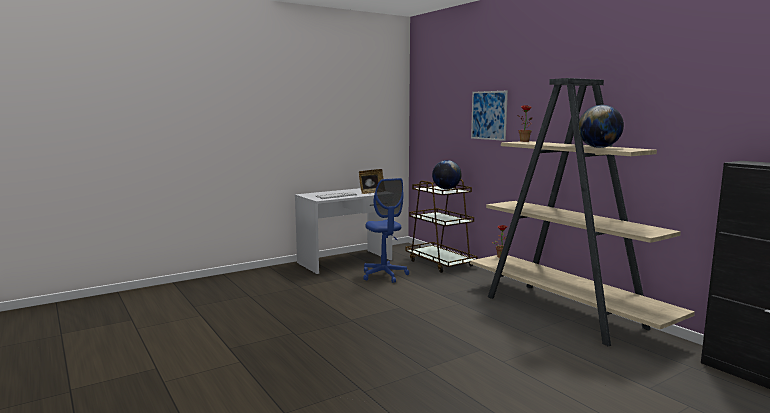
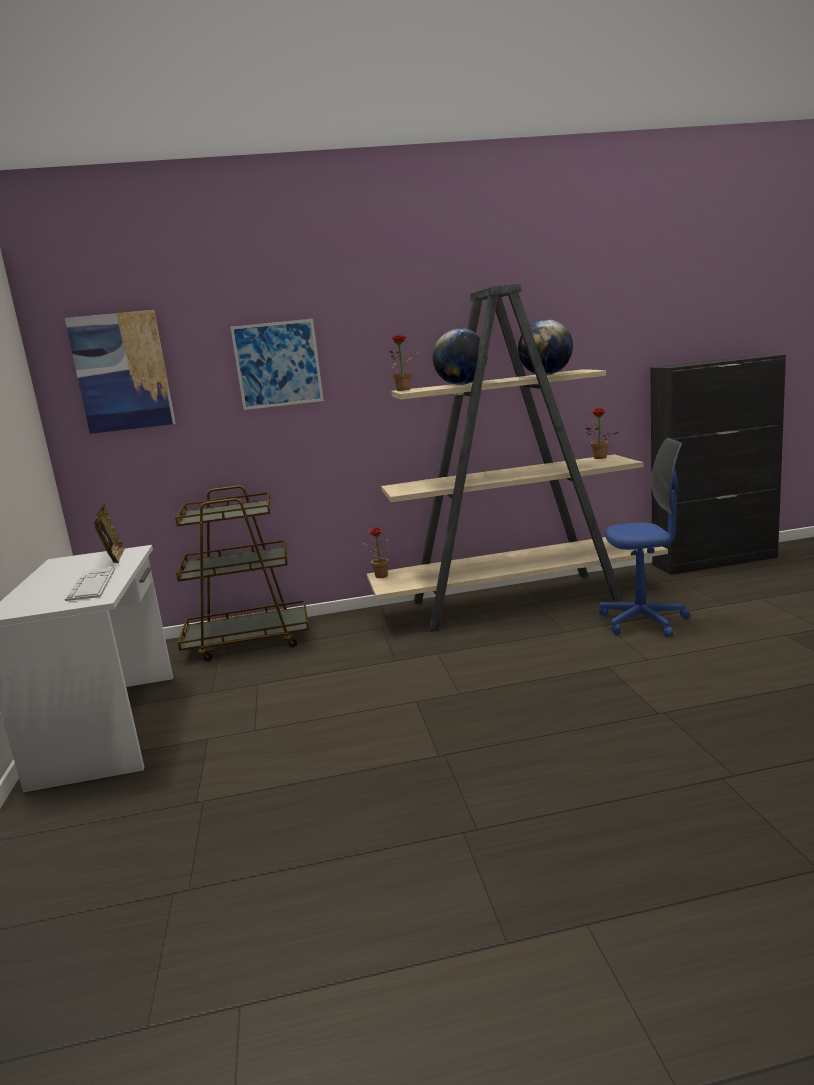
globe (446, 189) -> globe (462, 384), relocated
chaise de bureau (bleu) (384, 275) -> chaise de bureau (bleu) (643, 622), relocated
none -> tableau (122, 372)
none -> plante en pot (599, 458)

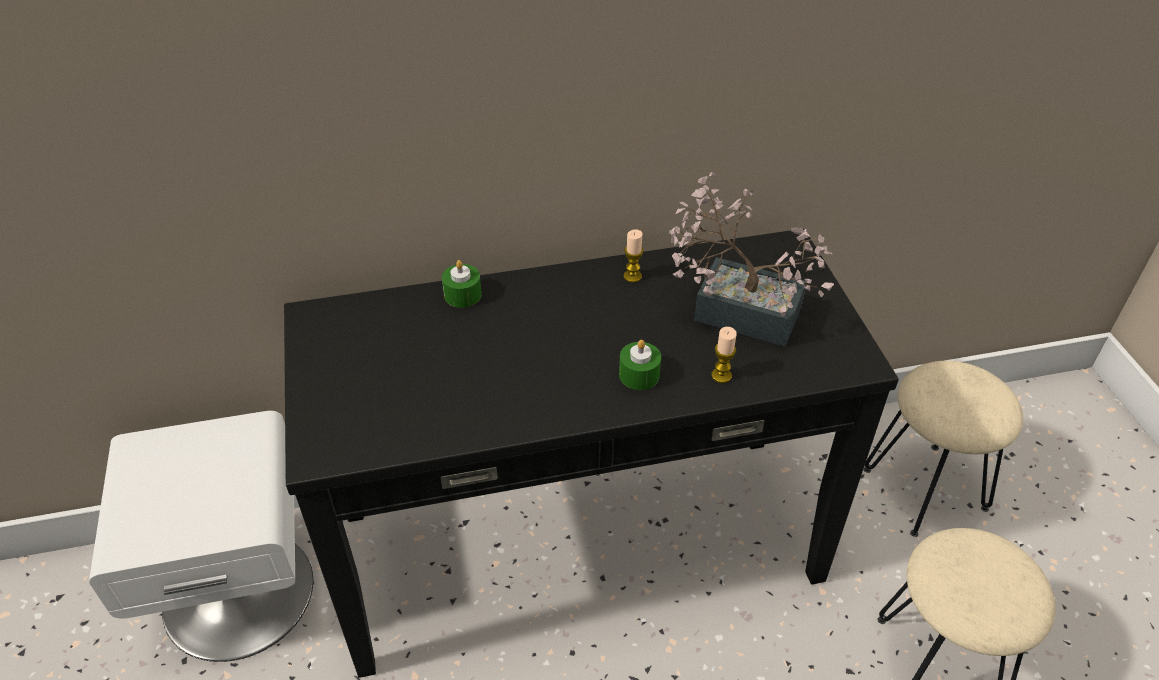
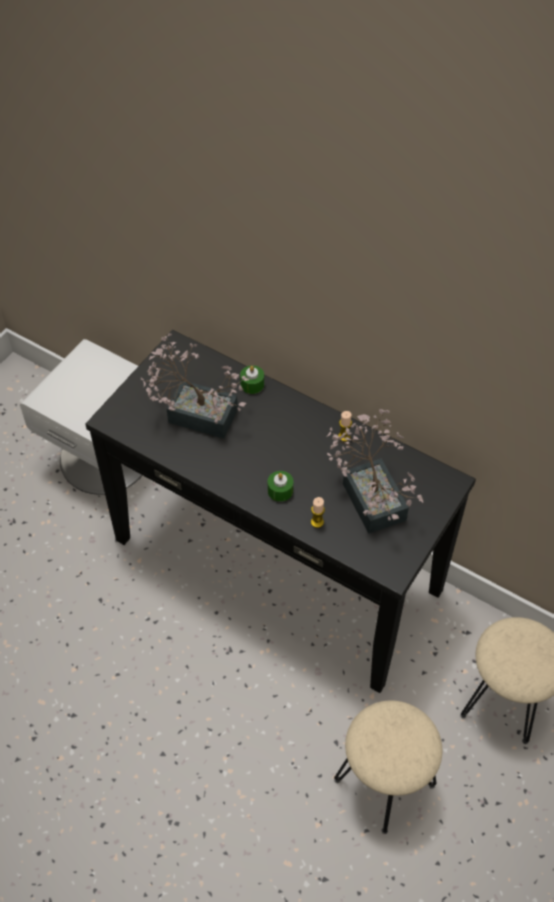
none -> plante en pot (195, 413)

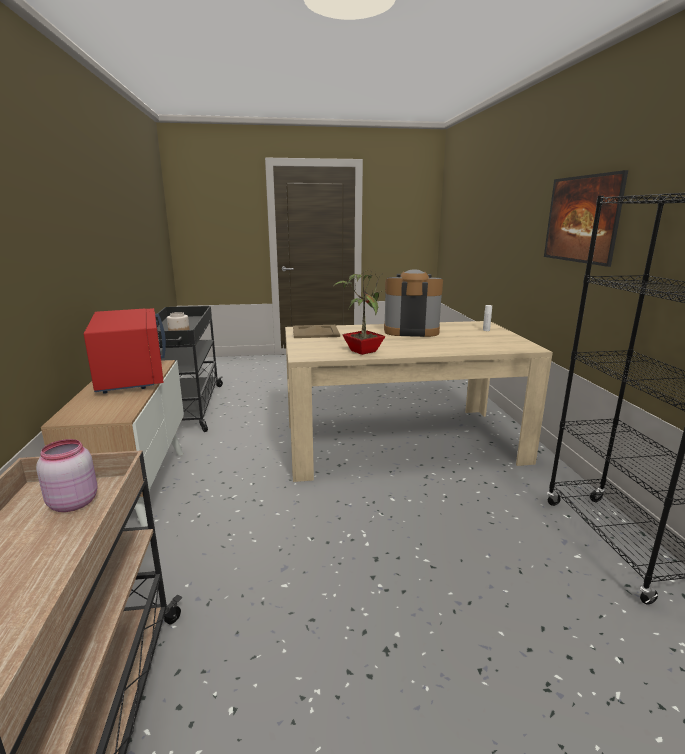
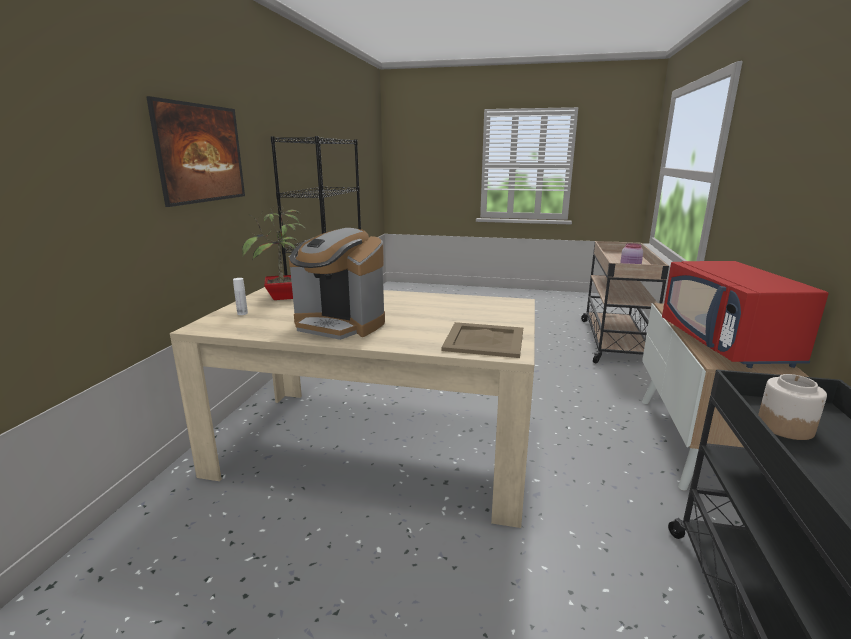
plante en pot (362, 351) -> plante en pot (283, 297), relocated

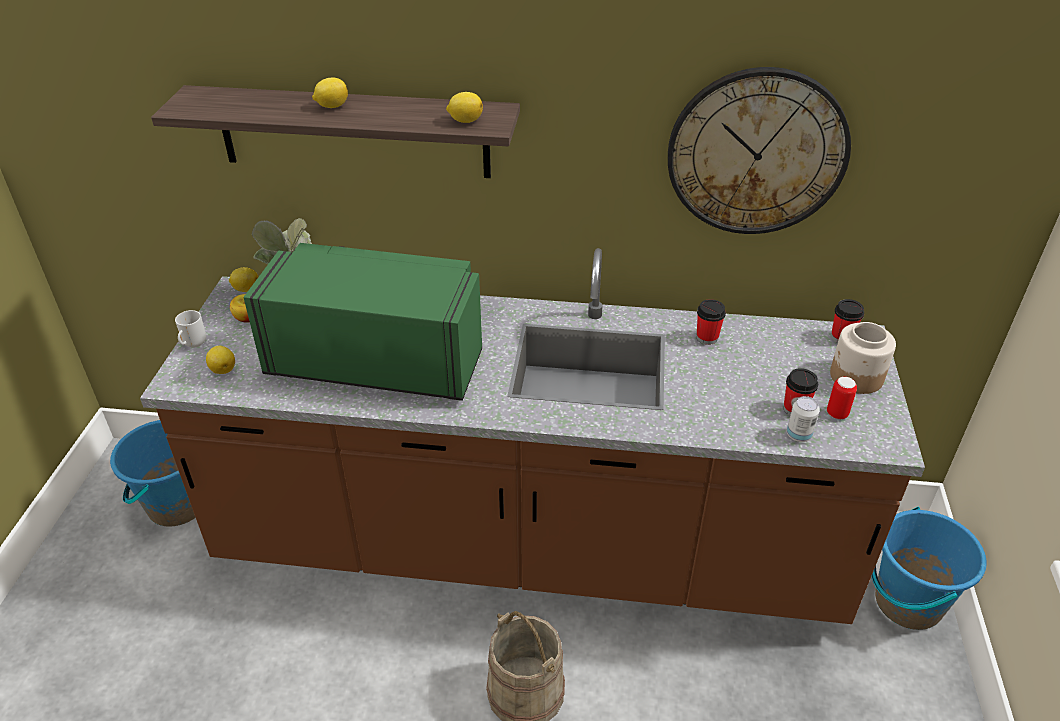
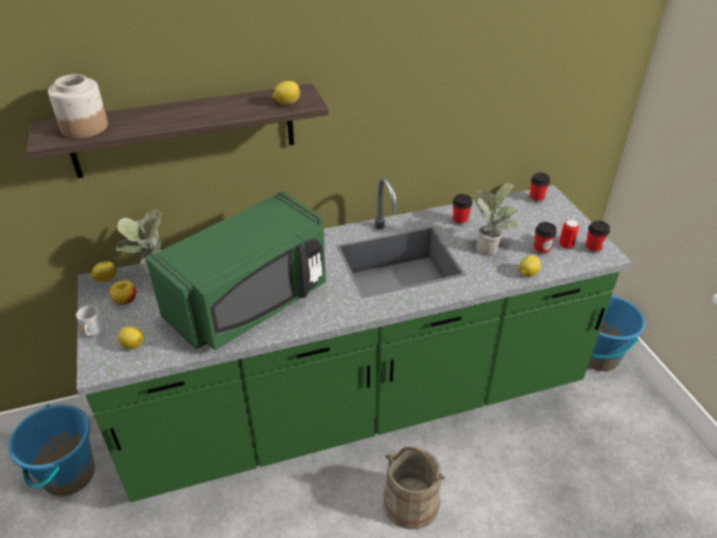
horloge murale (756, 153) -> none
citron (332, 106) -> citron (528, 273), relocated
micro-ondes (vert) (377, 361) -> micro-ondes (vert) (251, 301), 150 degrees clockwise
comptoir de cuisine (marron) (530, 547) -> comptoir de cuisine (vert) (358, 406)
bocal (856, 377) -> bocal (84, 128), relocated
boîte métallique (798, 435) -> none
none -> plante en pot (491, 246)
none -> tasse (593, 248)

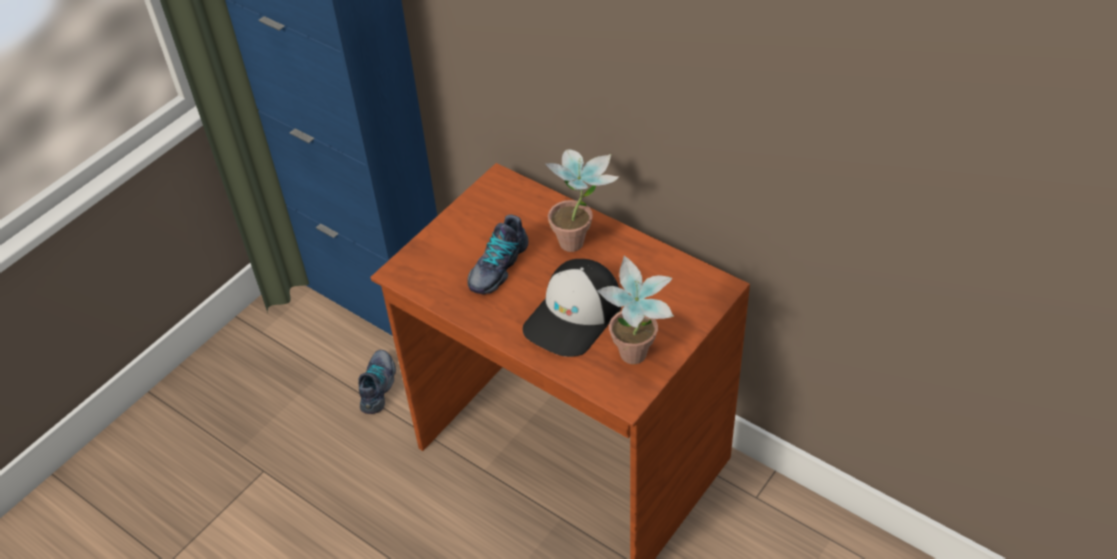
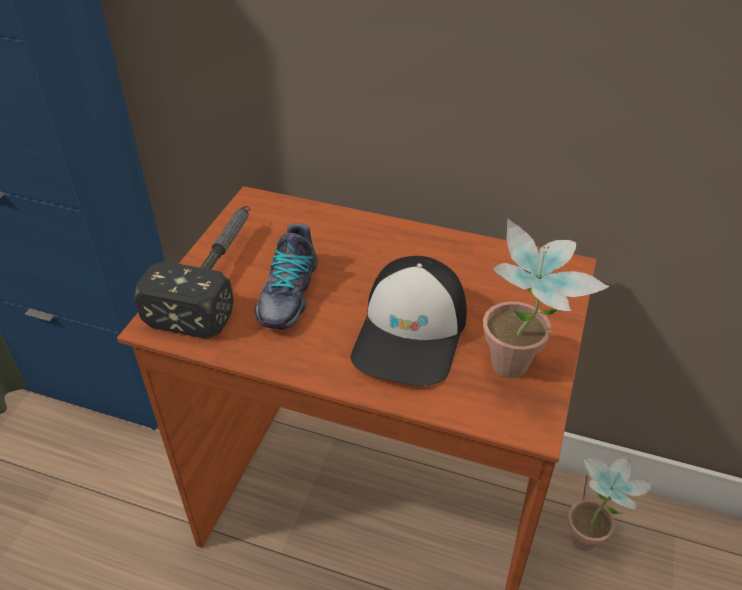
plante en pot (581, 242) -> plante en pot (592, 537), relocated
chaussure (378, 386) -> none
none -> marteau (217, 274)

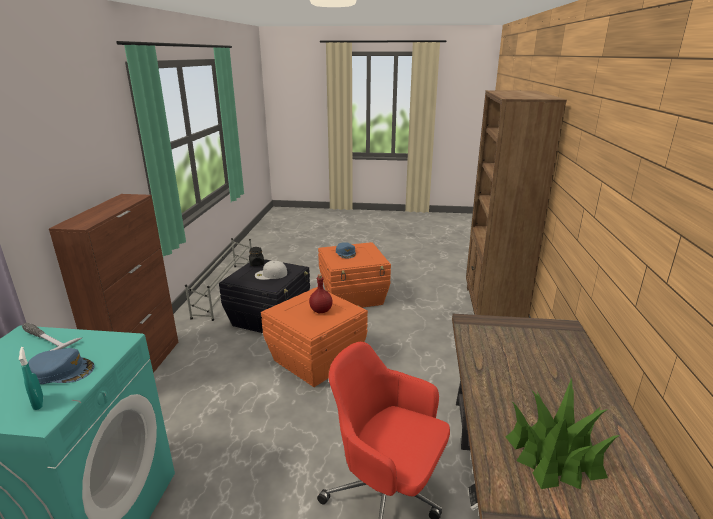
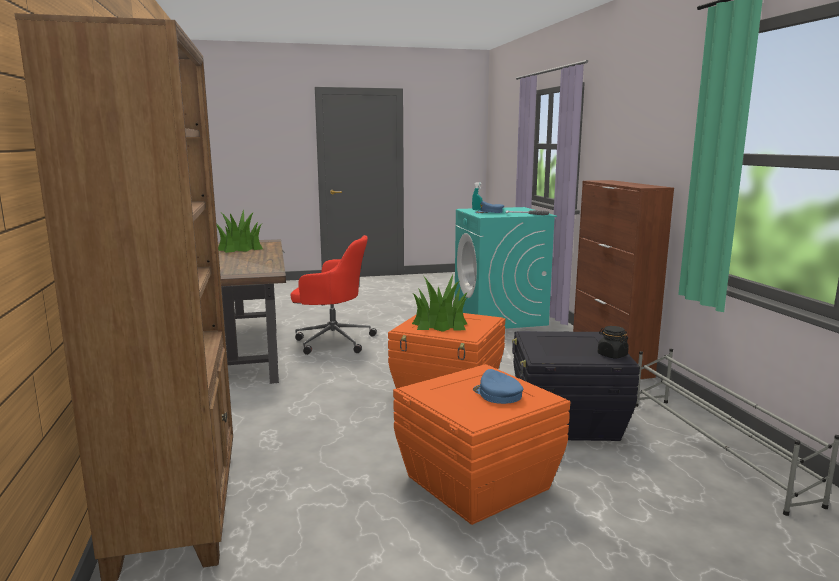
casquette (blanc) (270, 274) -> none
bouteille (rouge) (321, 310) -> plante en pot (440, 323)

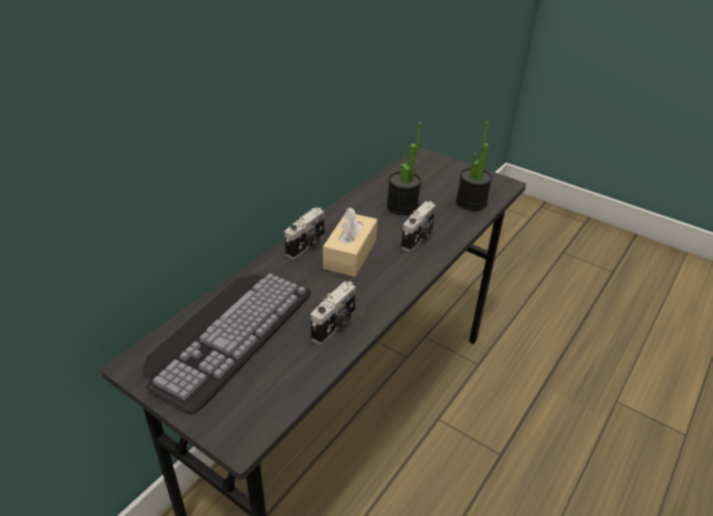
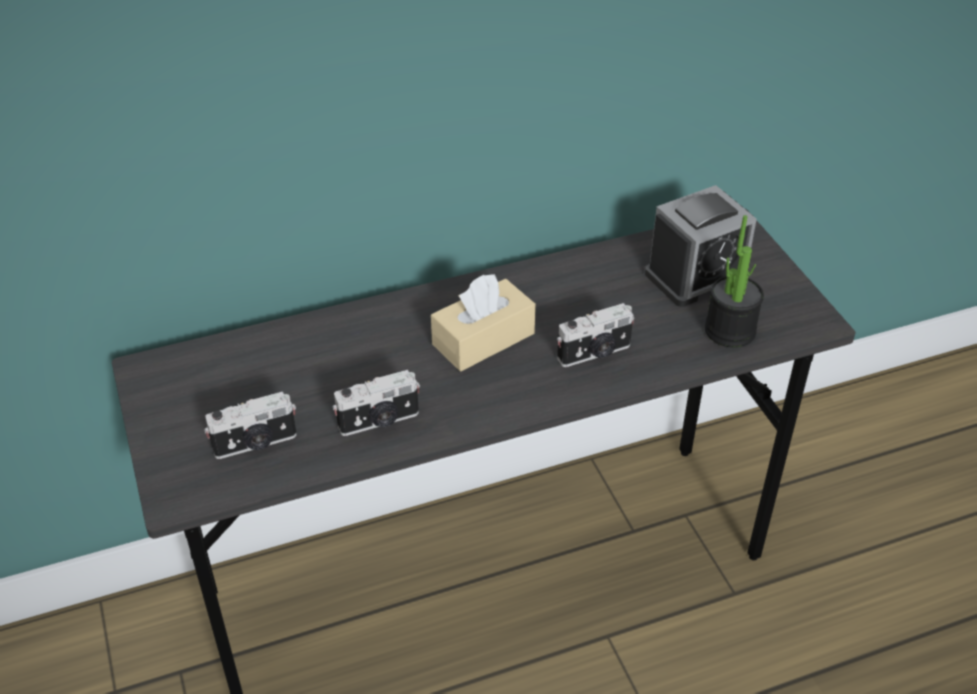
plante en pot (402, 206) -> none
appareil photo (307, 245) -> appareil photo (256, 444), relocated
clavier (226, 331) -> none
none -> réveil (696, 276)

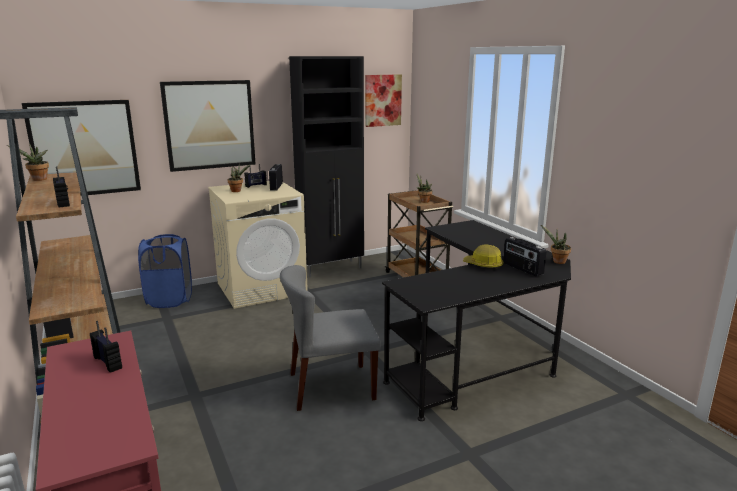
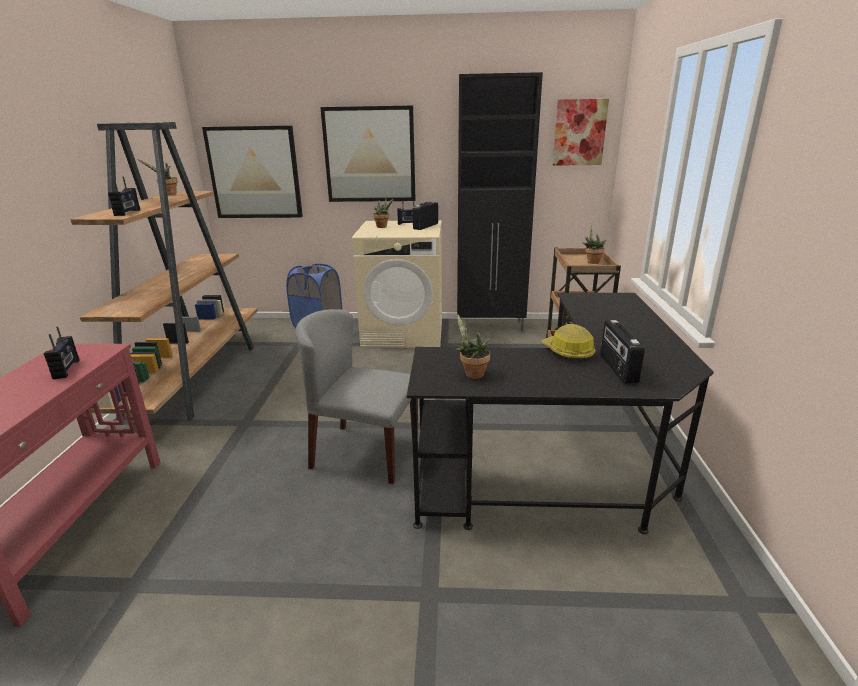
plante en pot (557, 262) -> plante en pot (472, 374), relocated

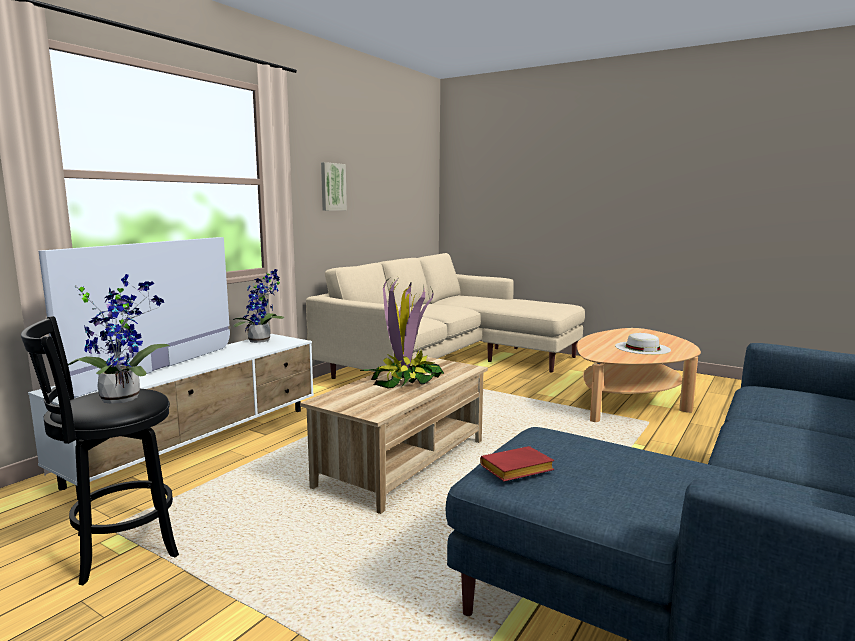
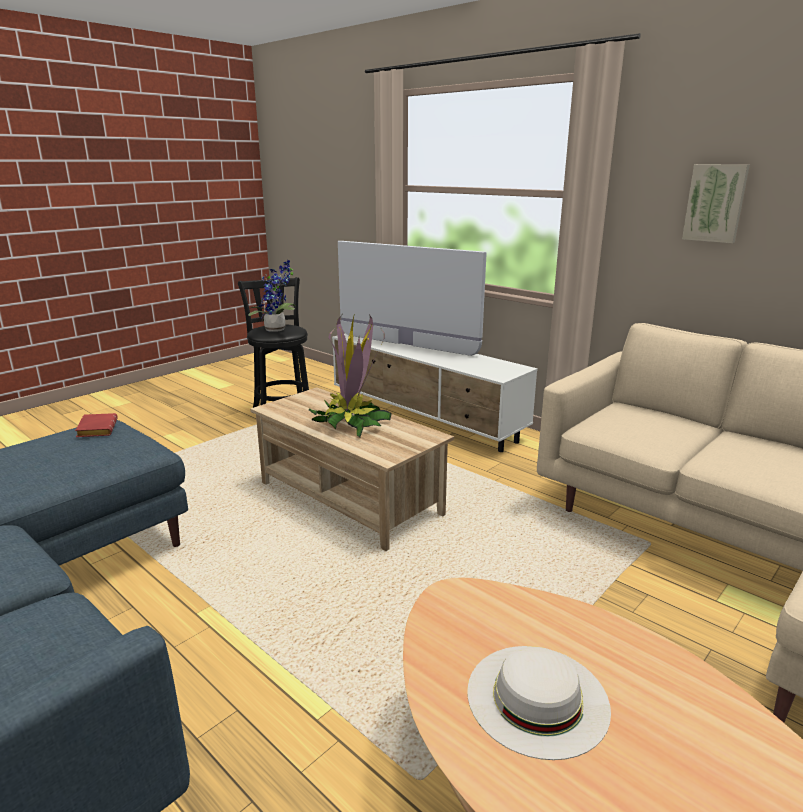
plante en pot (262, 341) -> none

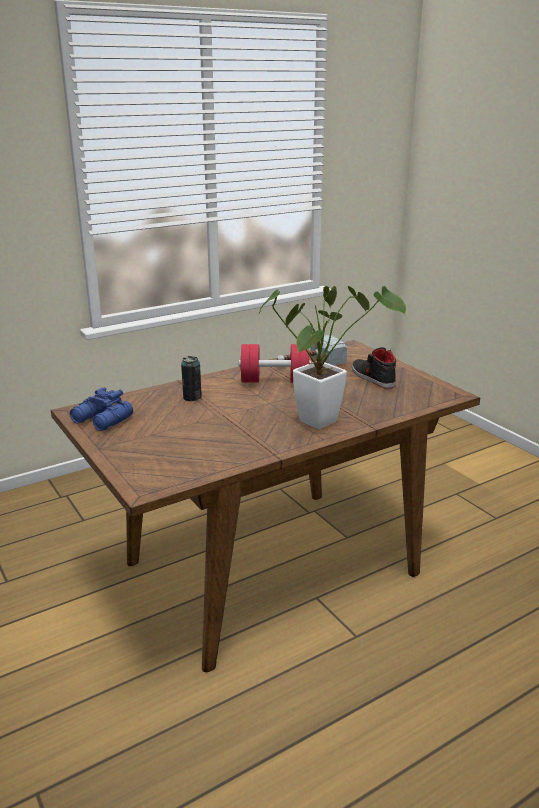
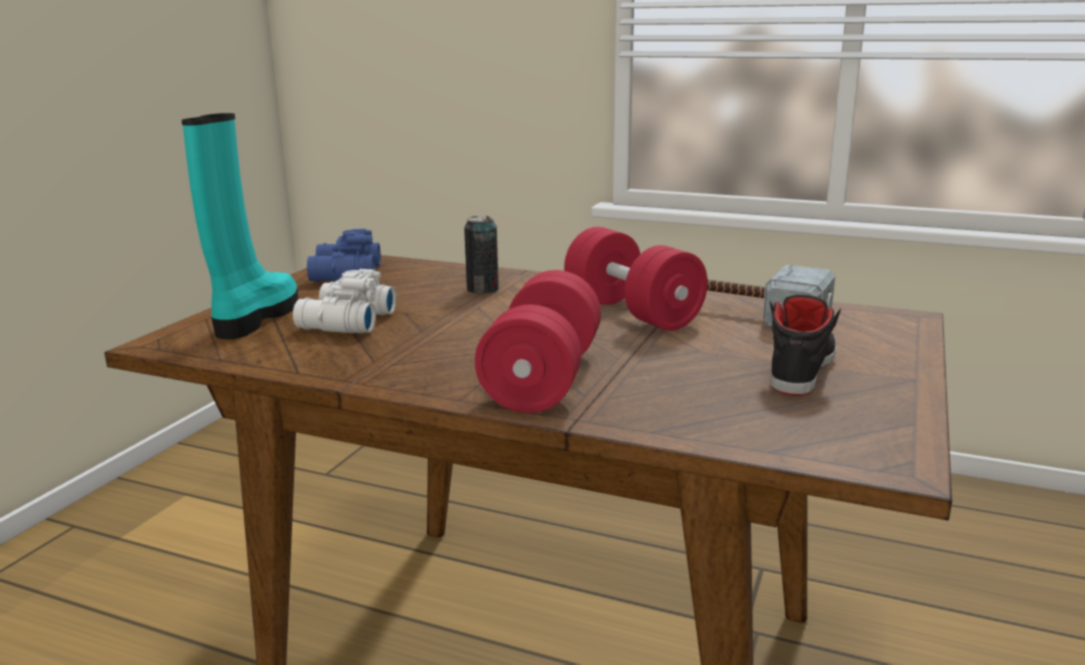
plante en pot (324, 419) -> haltère (rouge) (542, 379)
none -> botte (turquoise) (256, 318)
none -> jumelles (blanc) (344, 322)

